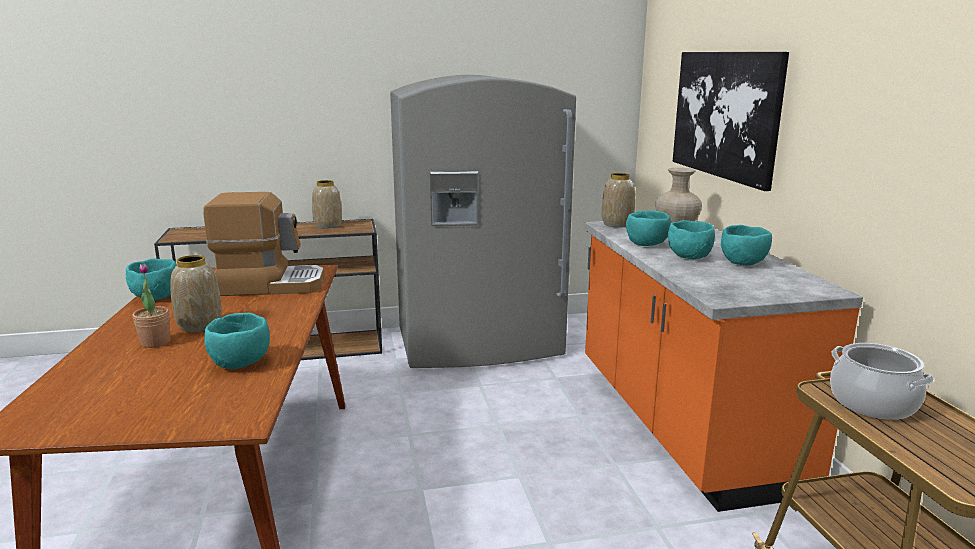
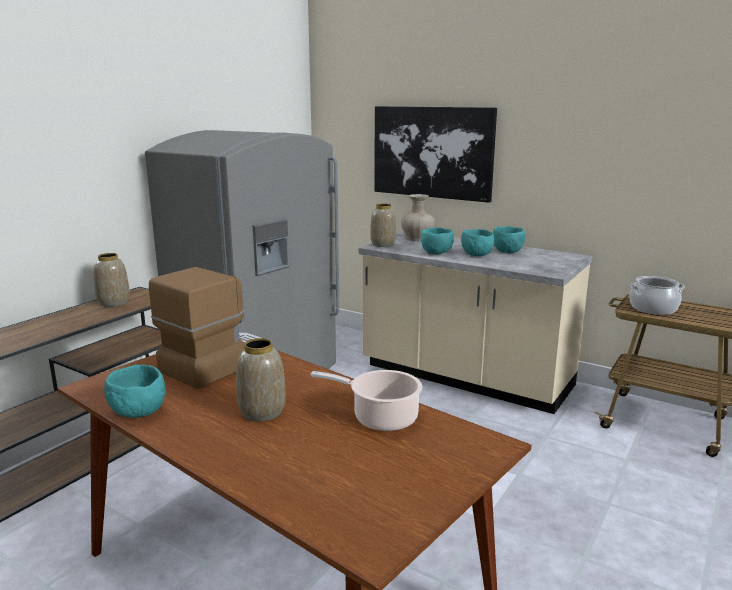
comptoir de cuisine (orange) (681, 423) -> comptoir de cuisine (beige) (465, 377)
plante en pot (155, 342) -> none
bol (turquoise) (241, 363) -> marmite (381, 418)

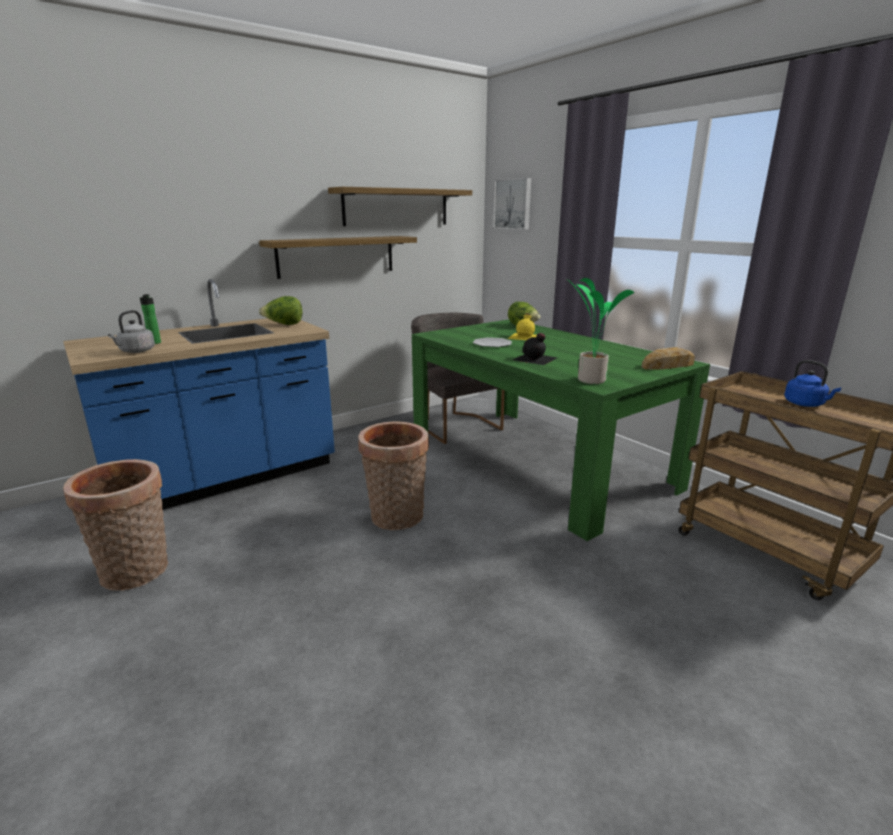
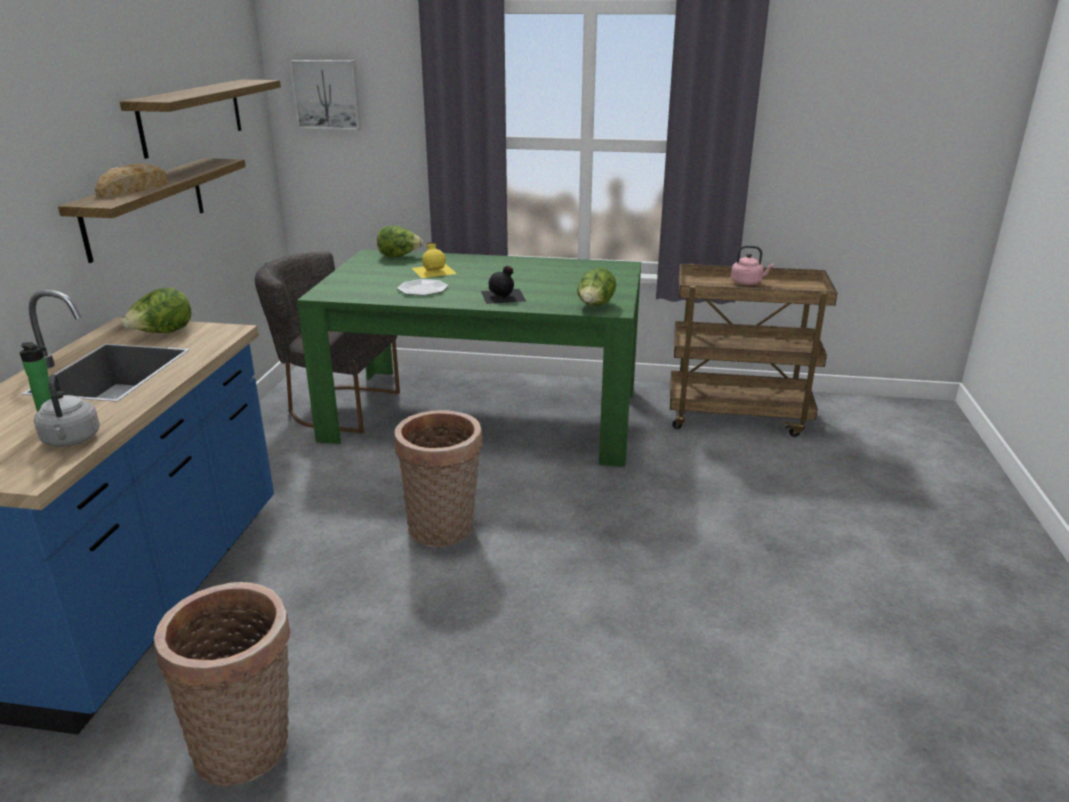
plante en pot (589, 380) -> laitue (595, 306)
pain (667, 365) -> pain (133, 189), relocated
bouilloire (bleu) (806, 404) -> bouilloire (rose) (748, 283)

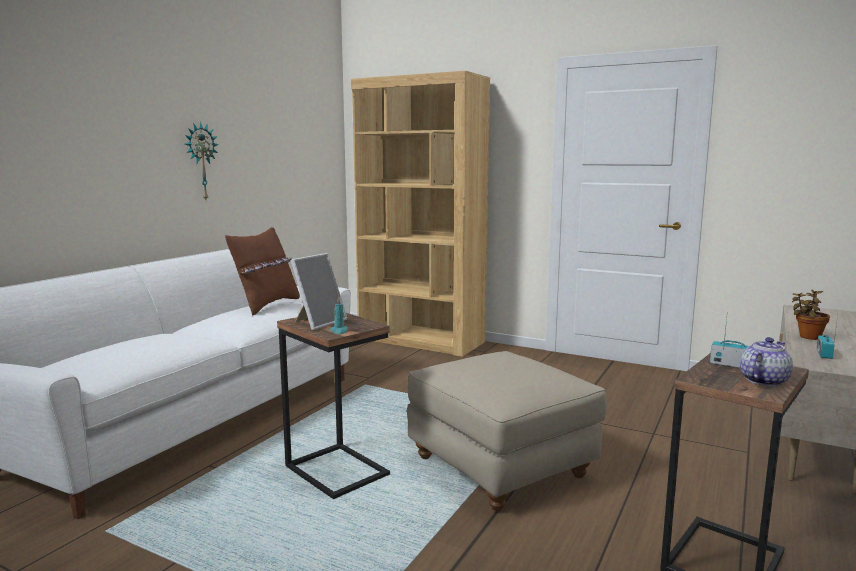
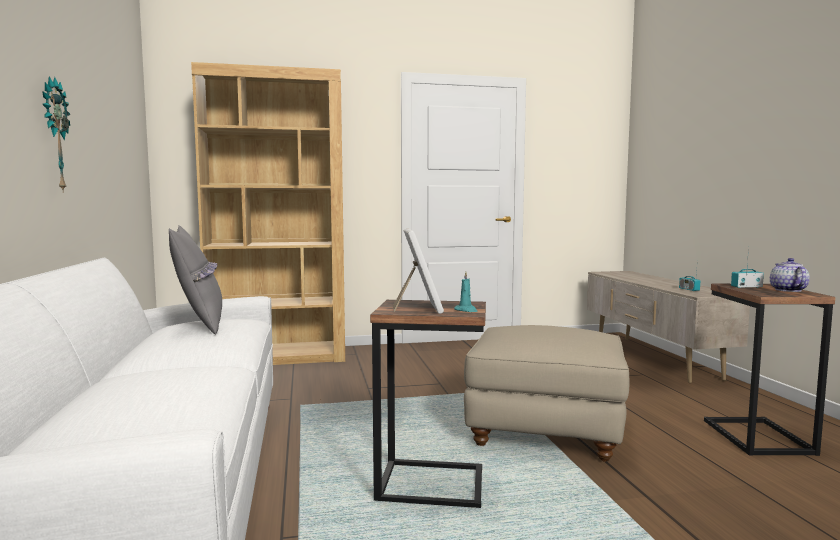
coussin (marron) (266, 305) -> coussin (gris) (199, 324)
plante en pot (808, 337) -> none

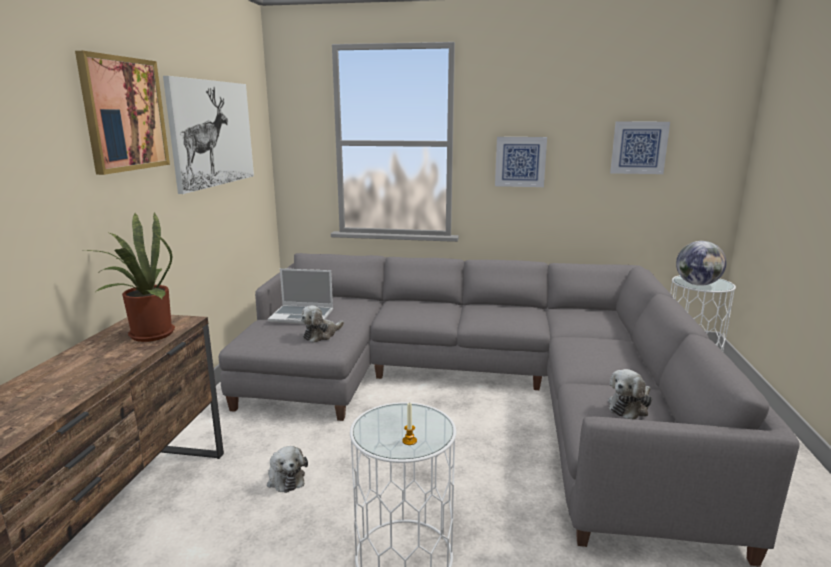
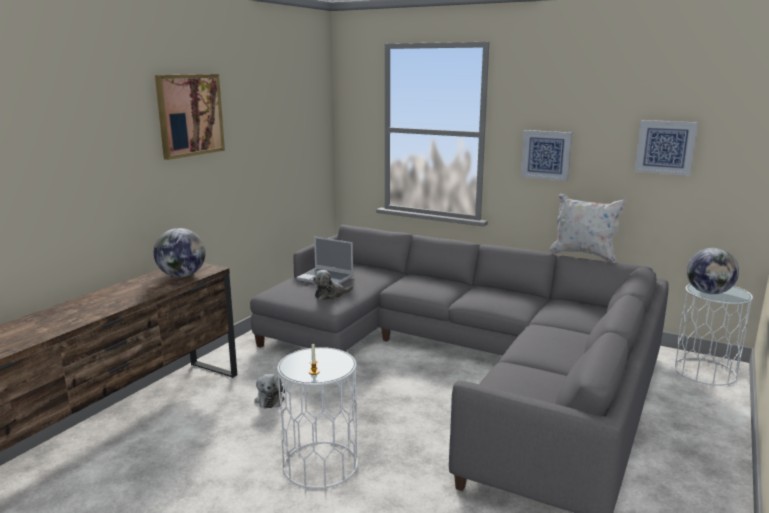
tableau (212, 133) -> none
plante en pot (147, 335) -> globe (182, 275)
peluche (630, 407) -> none
none -> coussin (blanc) (583, 255)

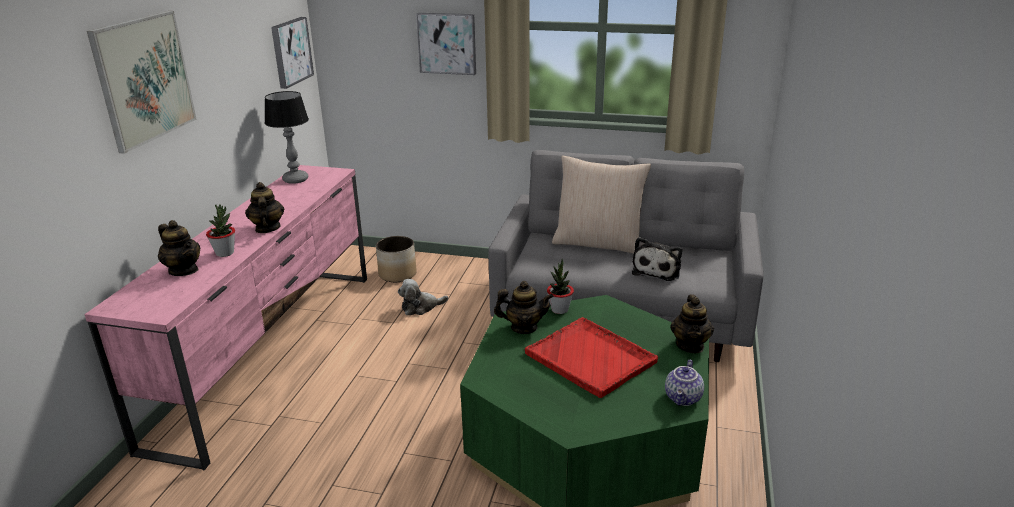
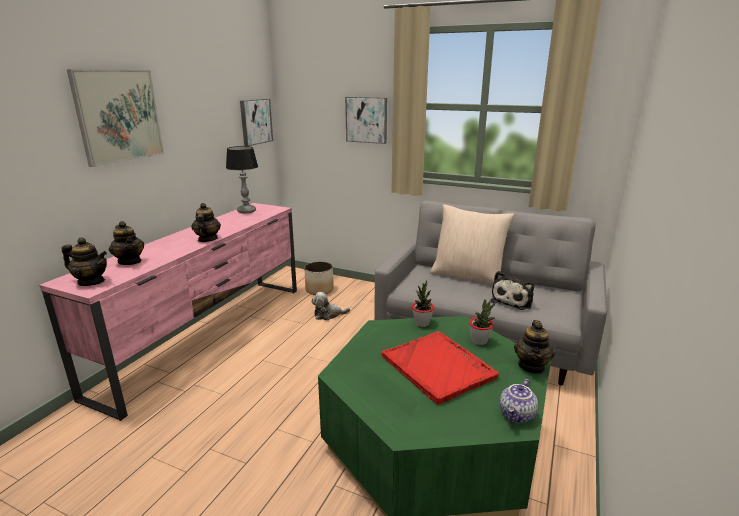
plante en pot (225, 253) -> plante en pot (479, 341), relocated
théière (524, 327) -> théière (91, 282), relocated

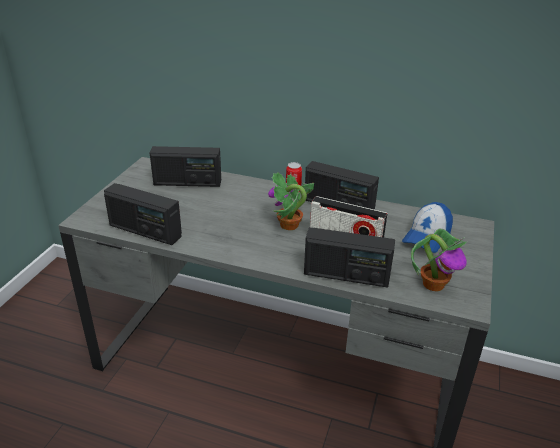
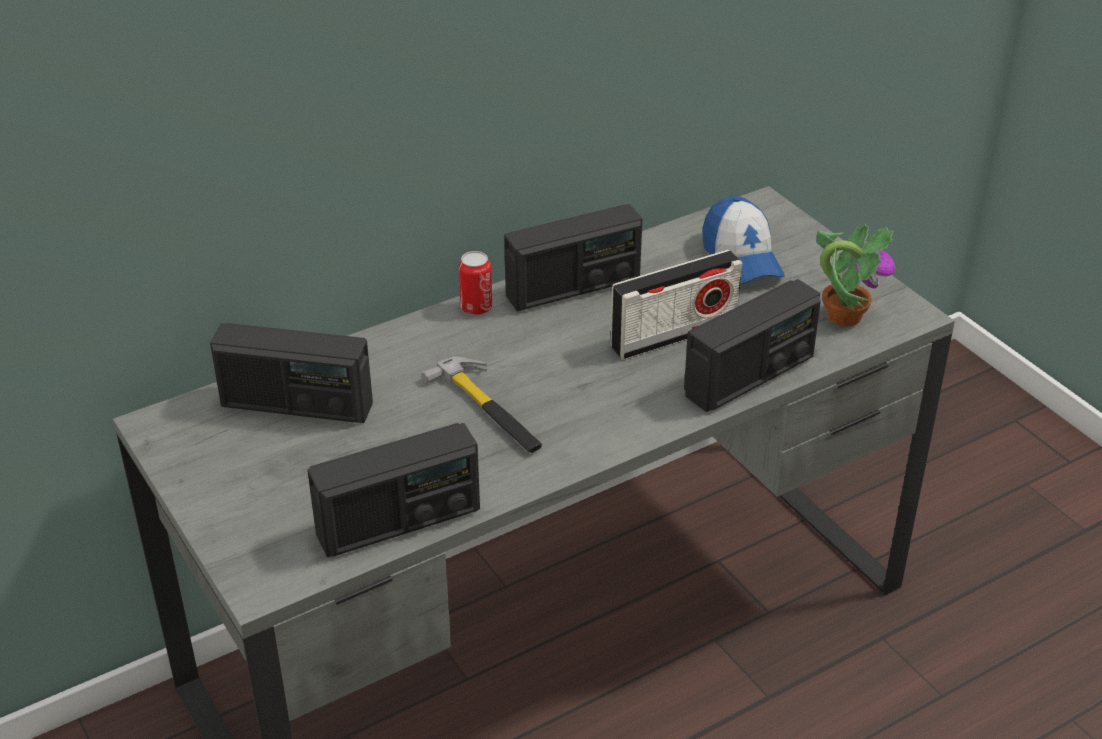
radio (187, 182) -> radio (296, 405), 60 degrees clockwise
plante en pot (289, 225) -> none
none -> marteau (489, 409)

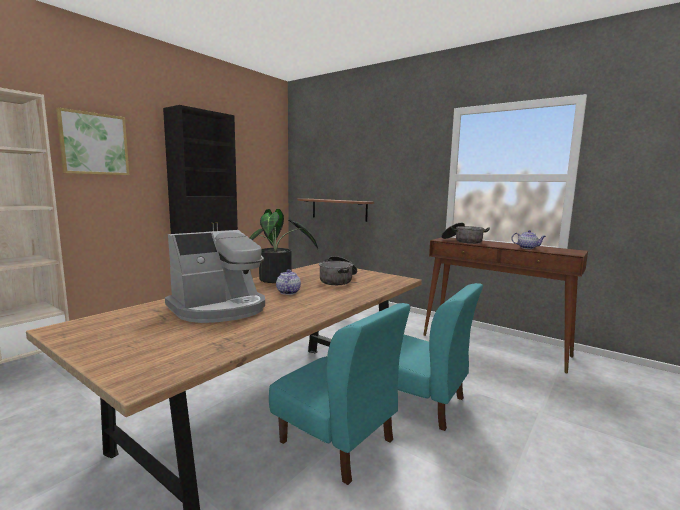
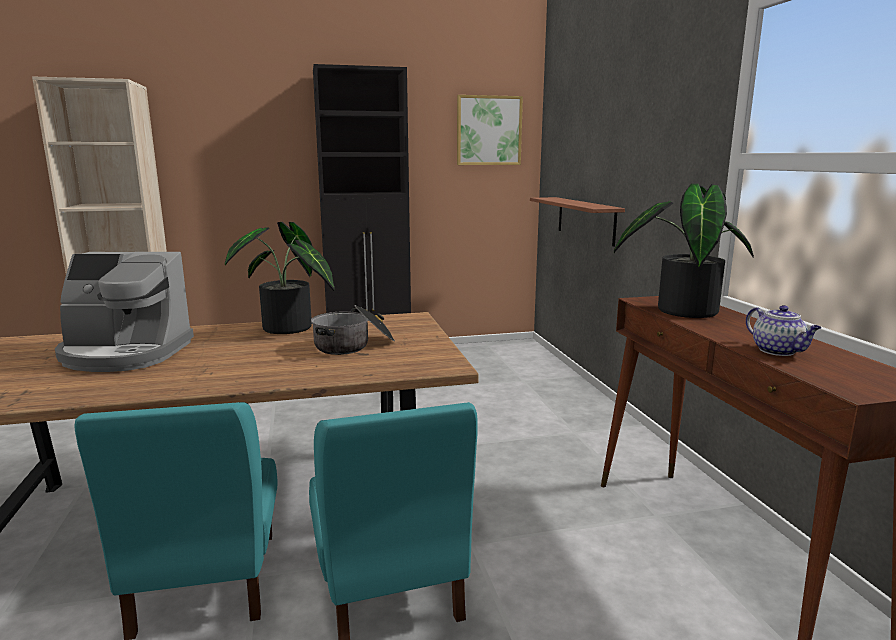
tableau (94, 144) -> tableau (488, 130), relocated
marmite (462, 241) -> plante en pot (680, 310)
théière (288, 292) -> none

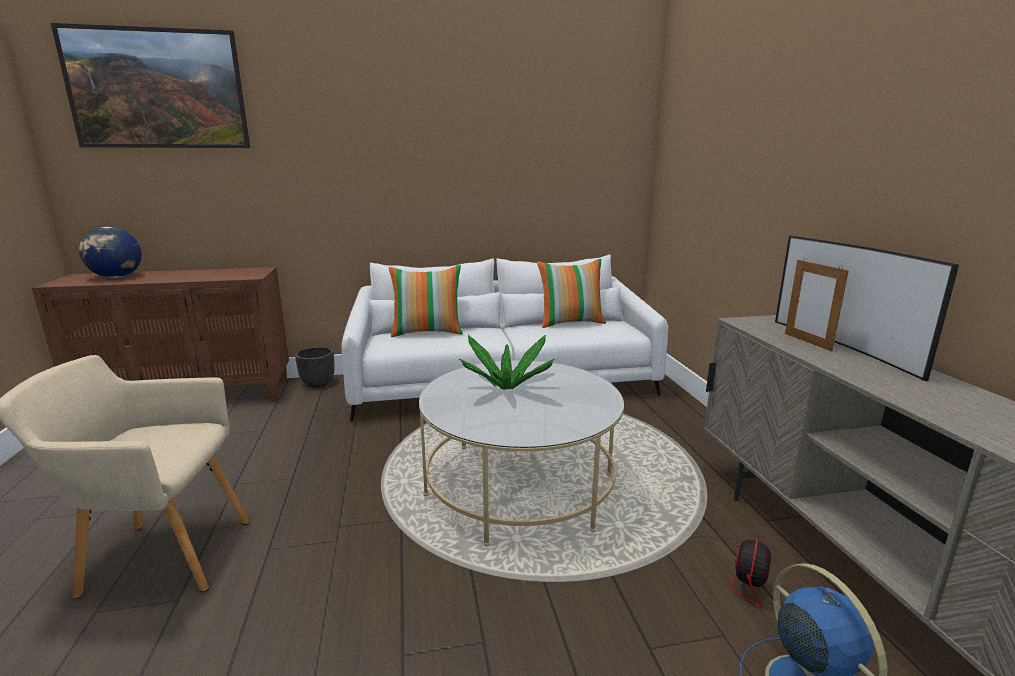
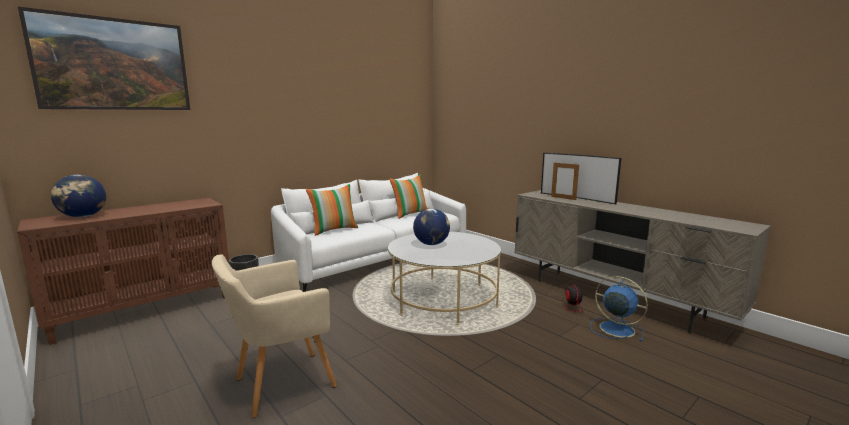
plante en pot (507, 386) -> globe (431, 244)

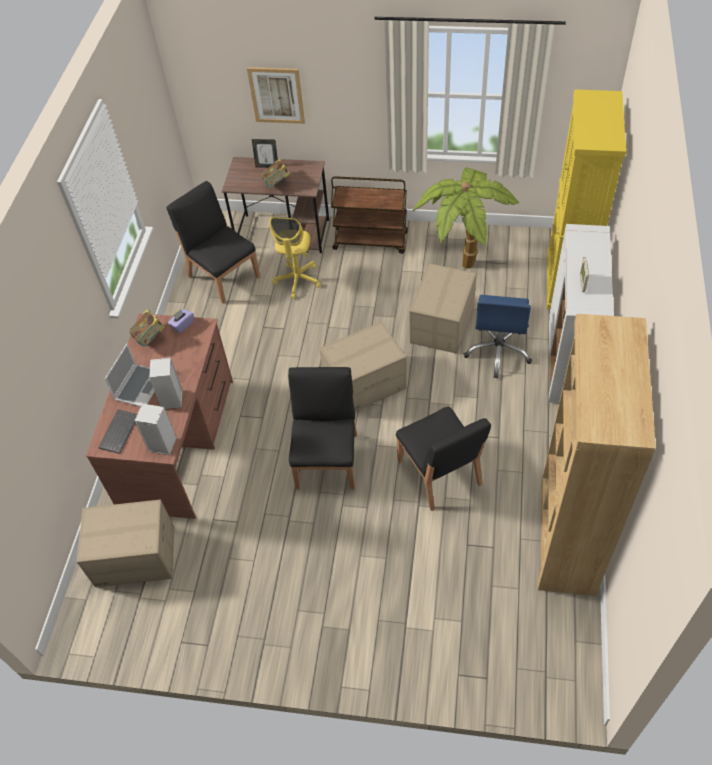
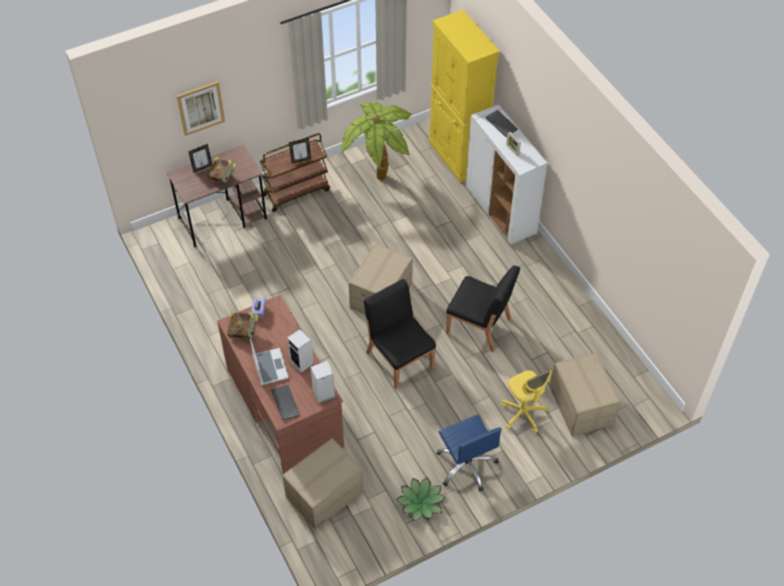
chaise (noir) (223, 276) -> none
chaise de bureau (jaune) (297, 280) -> chaise de bureau (jaune) (523, 414), relocated
carton (442, 324) -> carton (581, 406), relocated
chaise de bureau (bleu) (498, 351) -> chaise de bureau (bleu) (466, 465), relocated
bibliothèque (marron) (566, 535) -> none
none -> clavier (502, 124)
none -> cadre photo (301, 160)
none -> plante en pot (421, 503)

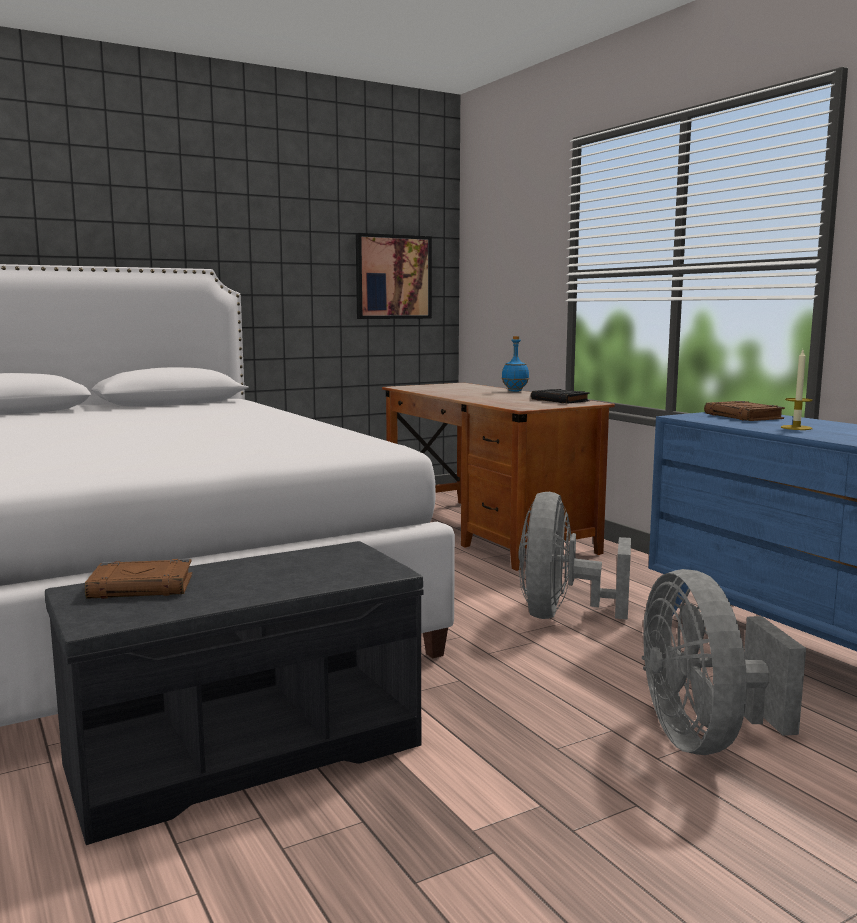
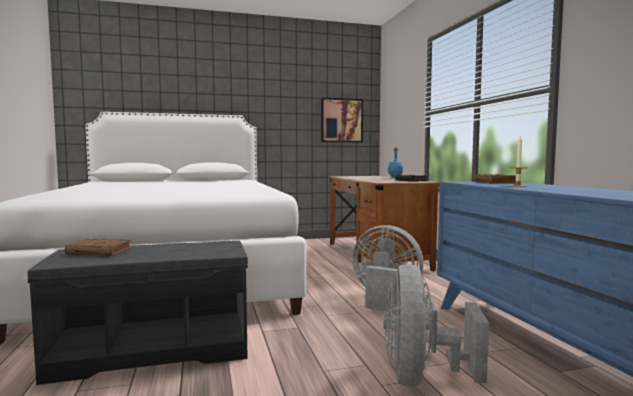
ventilateur (gris) (561, 614) -> ventilateur (gris) (385, 299), 90 degrees clockwise

